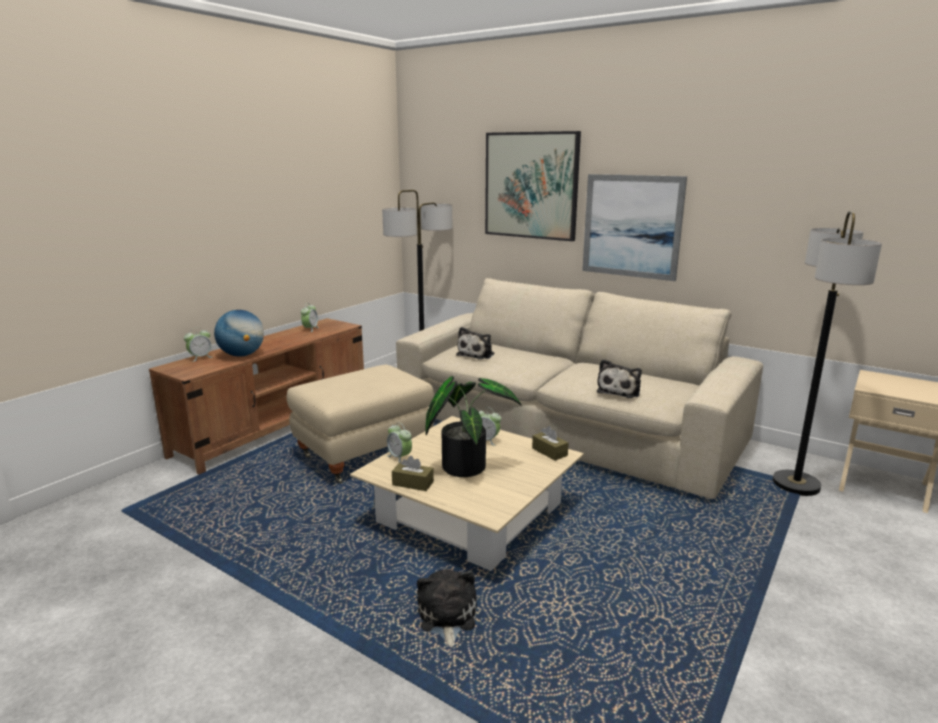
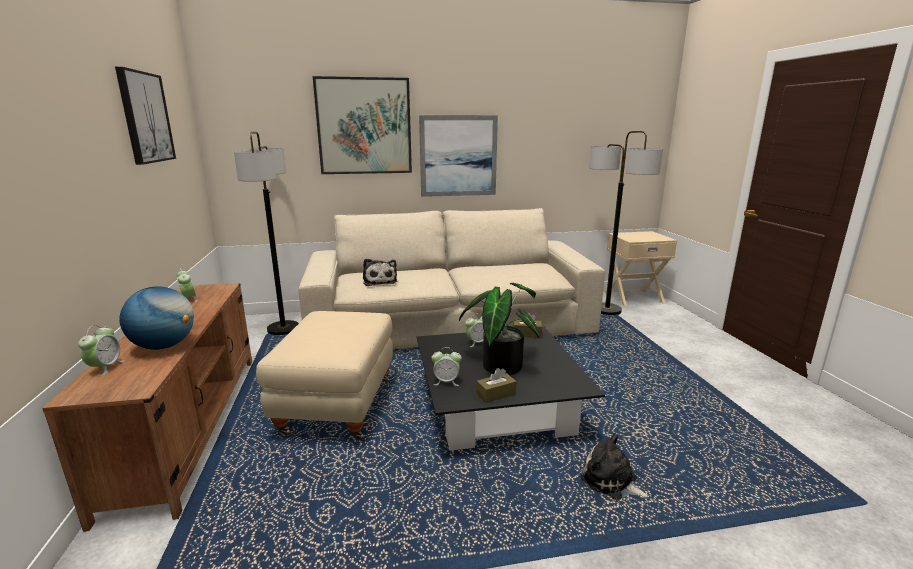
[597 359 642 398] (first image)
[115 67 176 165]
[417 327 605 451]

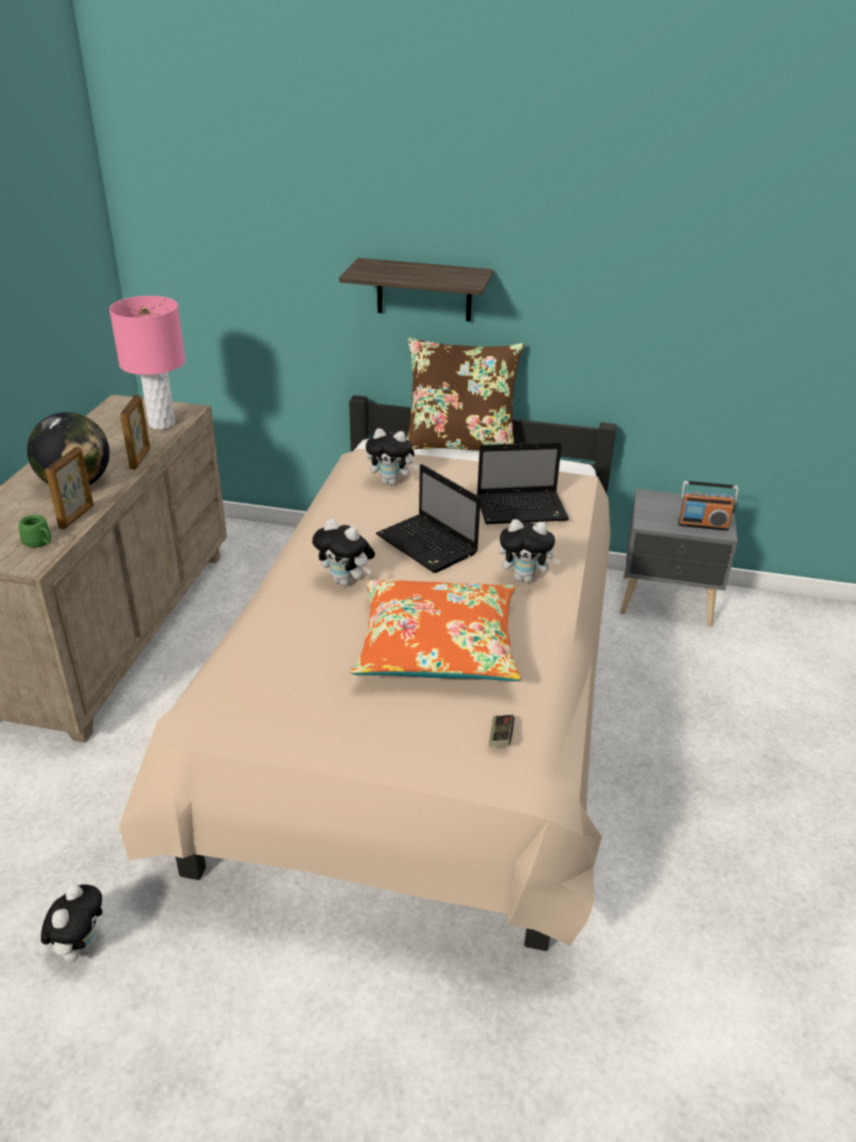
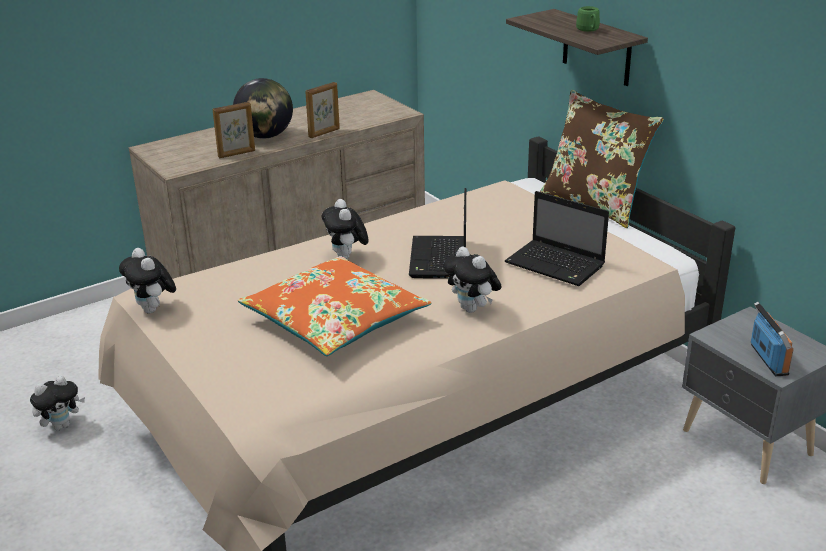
[109 296 185 430] (first image)
[489 714 515 747] (first image)
[576 6 600 32]
[119 248 176 313]
[751 302 794 376]

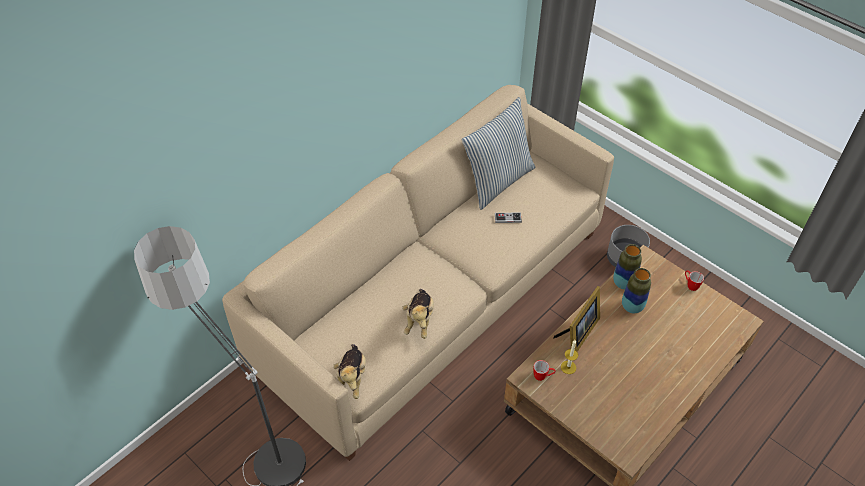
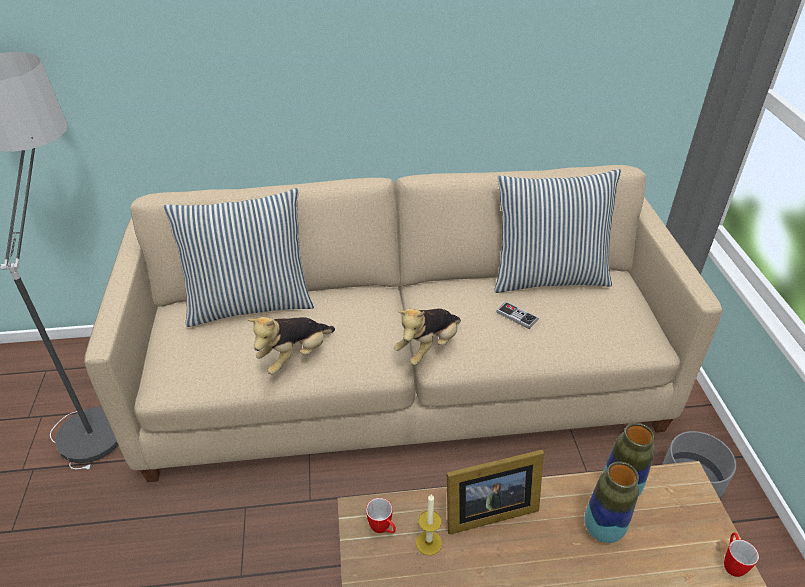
[163 188 314 327]
[394 308 461 366]

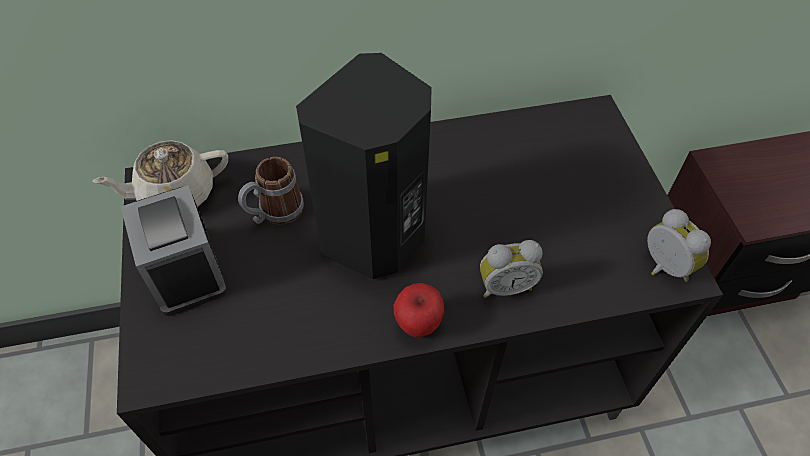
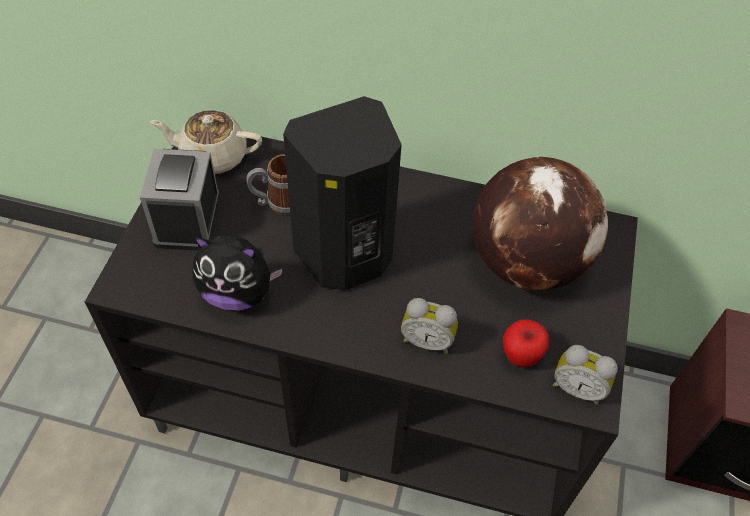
[193 235 283 311]
[472 157 608 291]
[503 320 549 367]
[553 345 618 405]

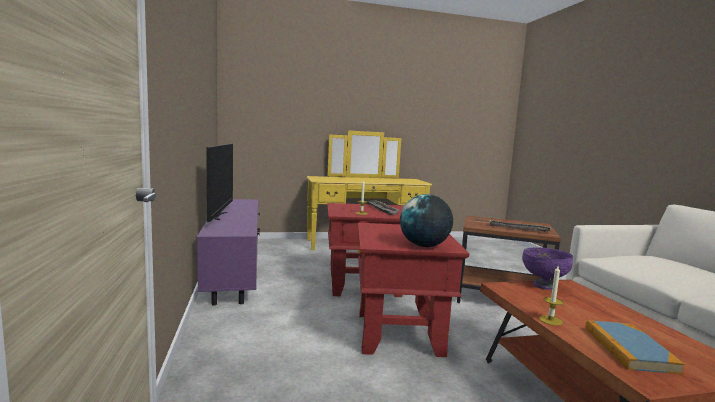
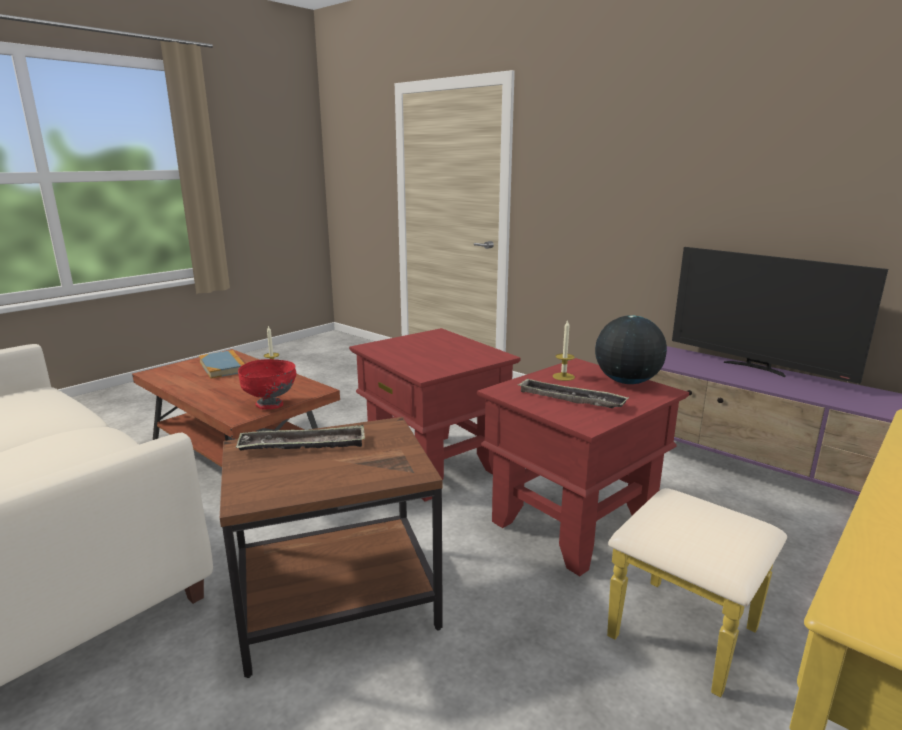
[595 315 667 384]
[238 359 296 409]

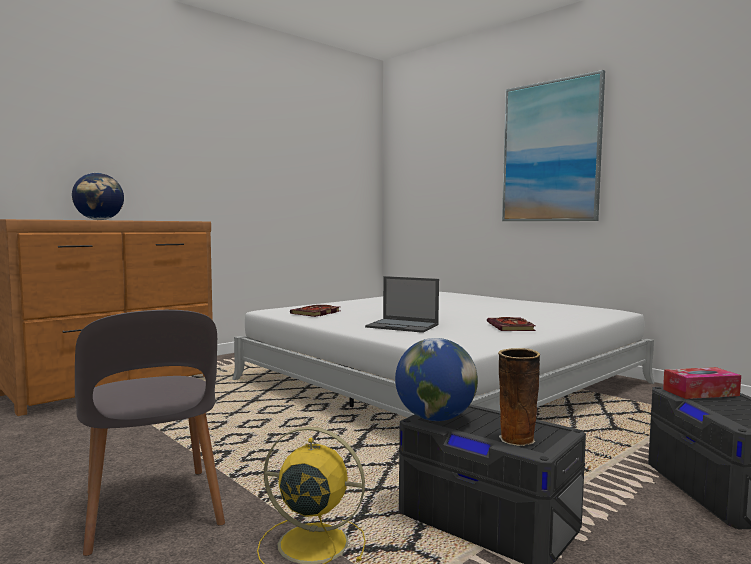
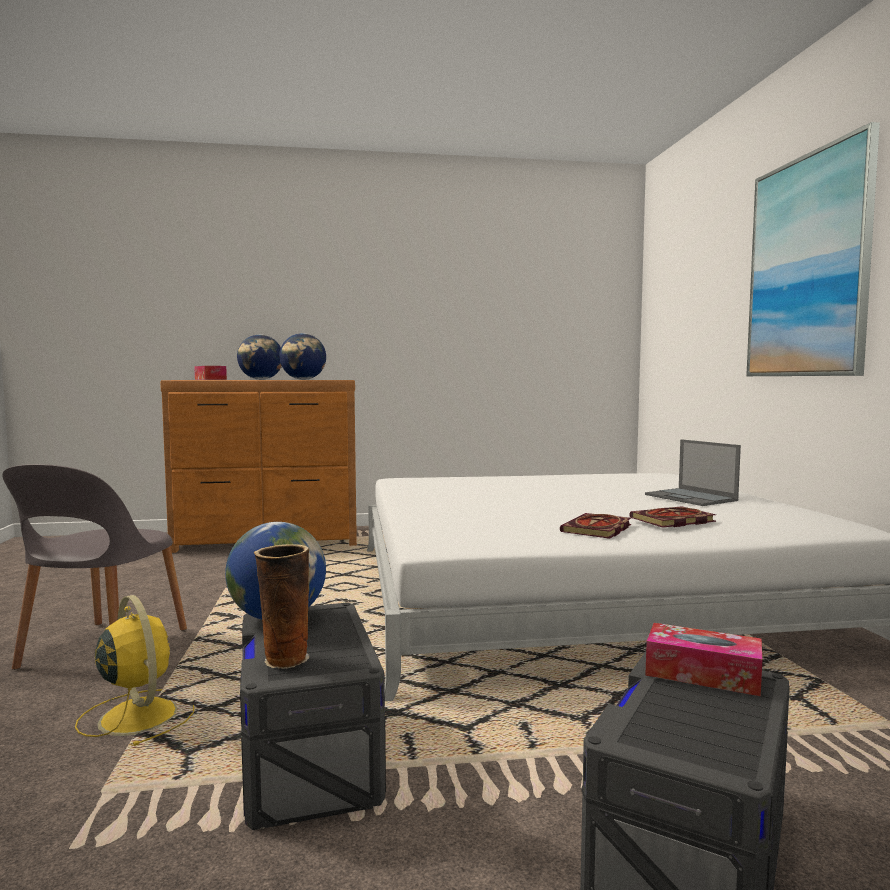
[194 366 227 380]
[279 333 326 380]
[629 506 716 528]
[645 439 741 506]

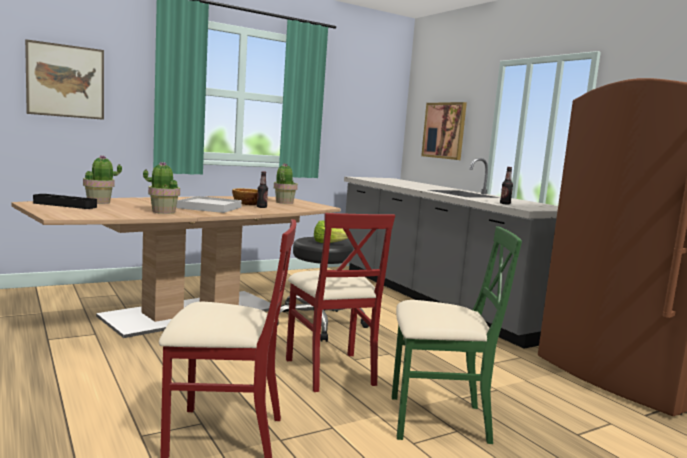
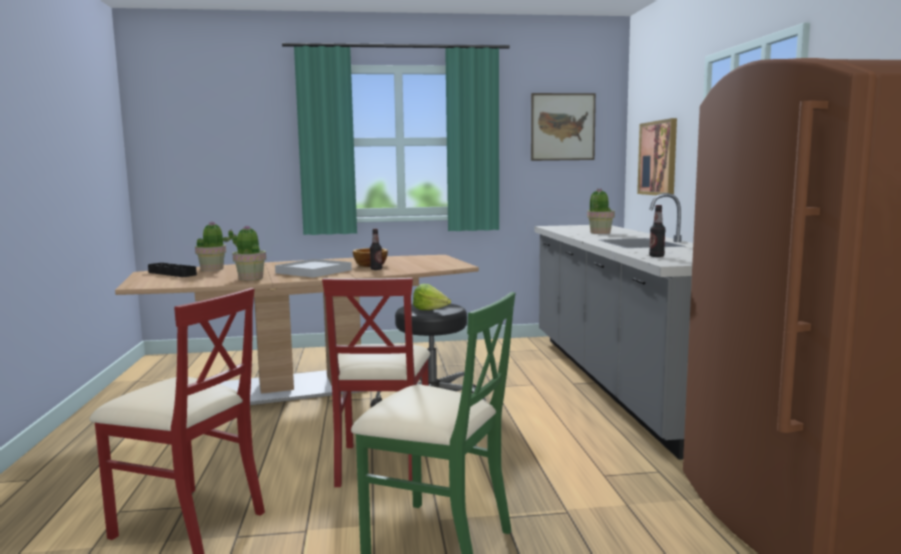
[531 93 596 161]
[587 188 615 234]

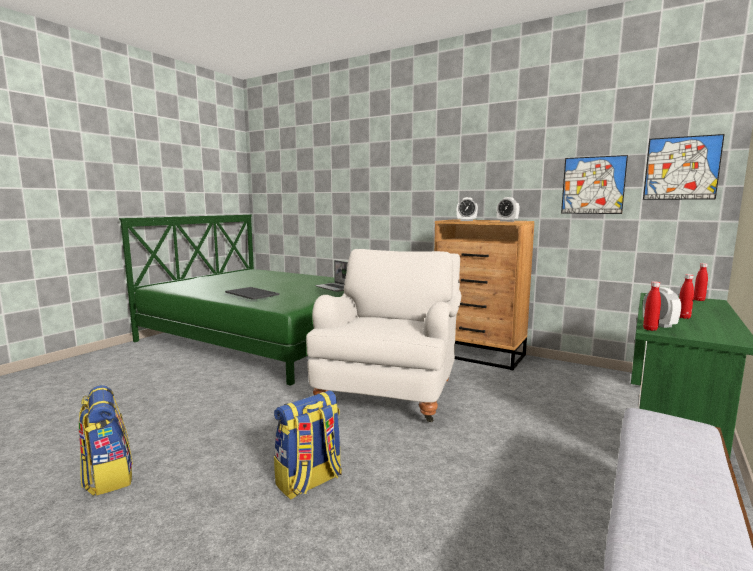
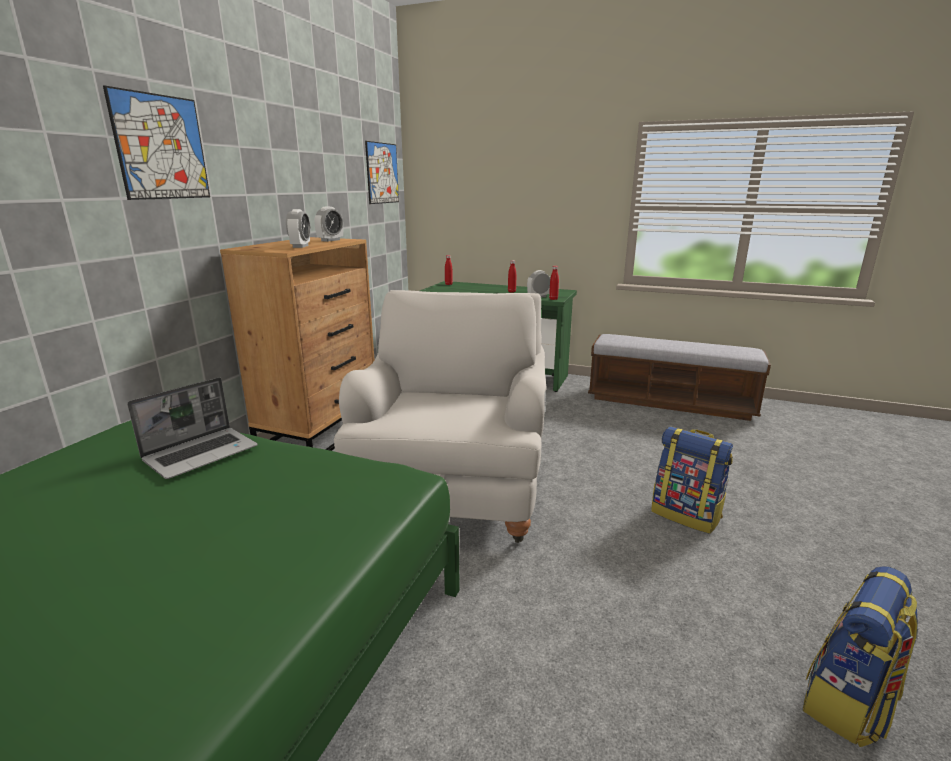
[225 287 279 300] (first image)
[103 85 210 200]
[334 290 547 543]

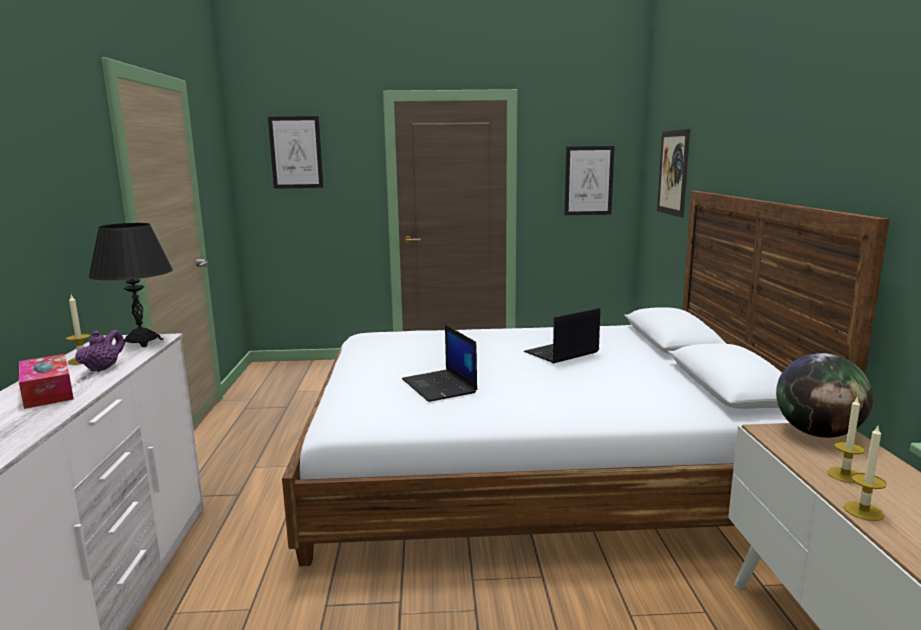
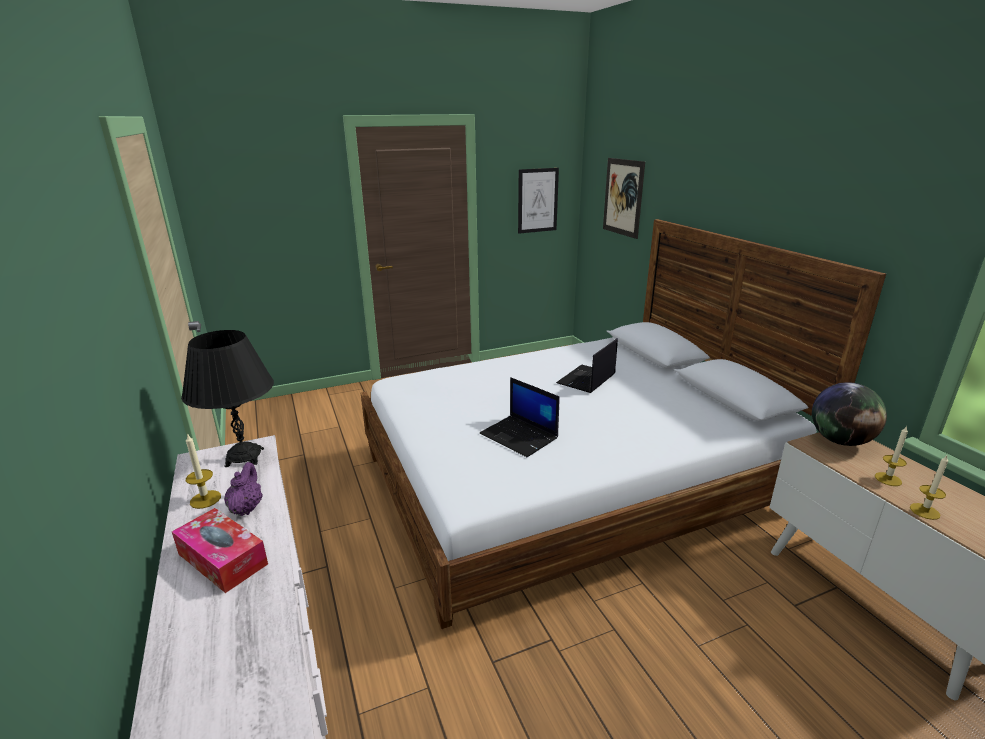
[268 116 323 189] (first image)

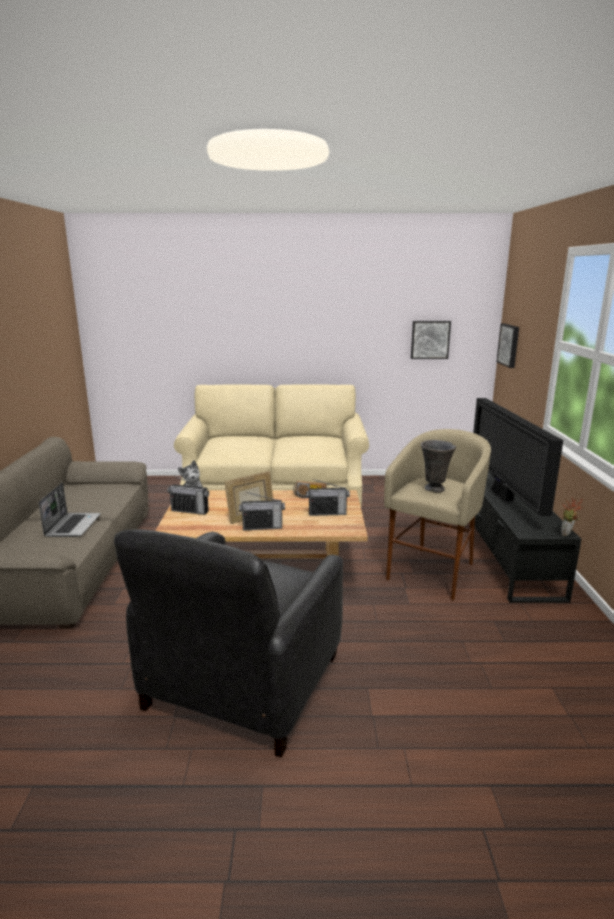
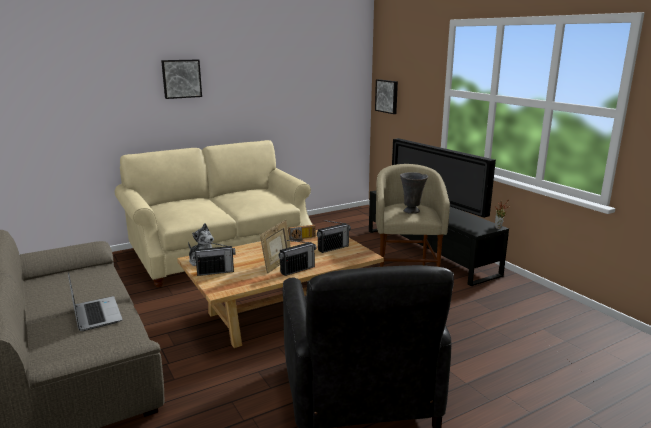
[161 59 202 99]

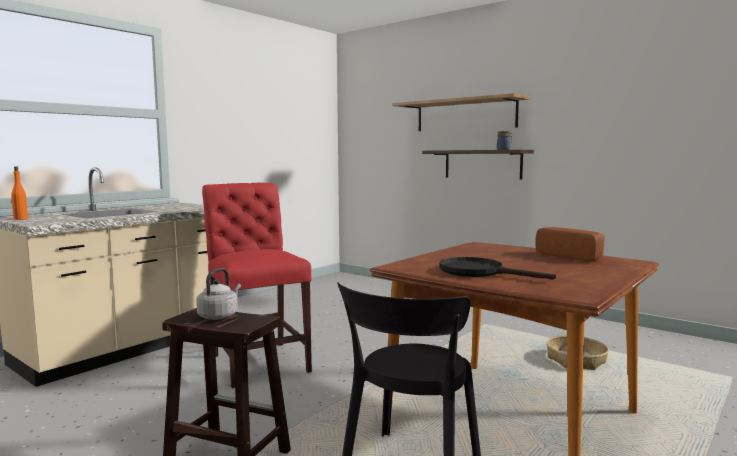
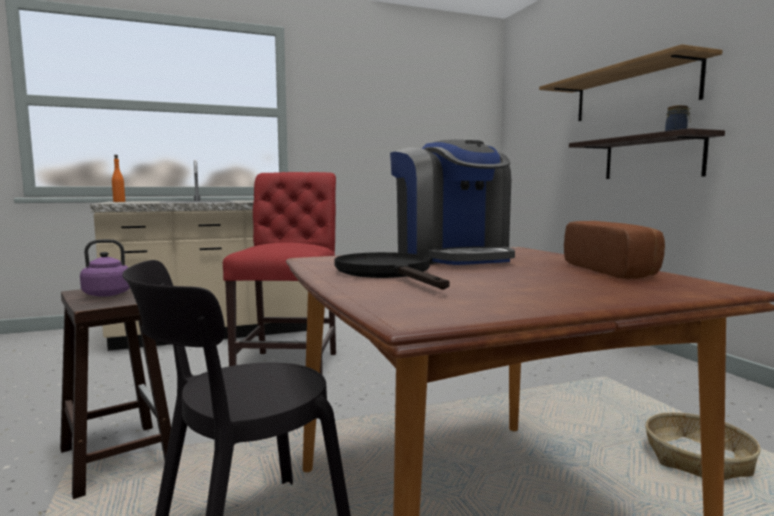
[390 139 515 265]
[80 239 130 297]

